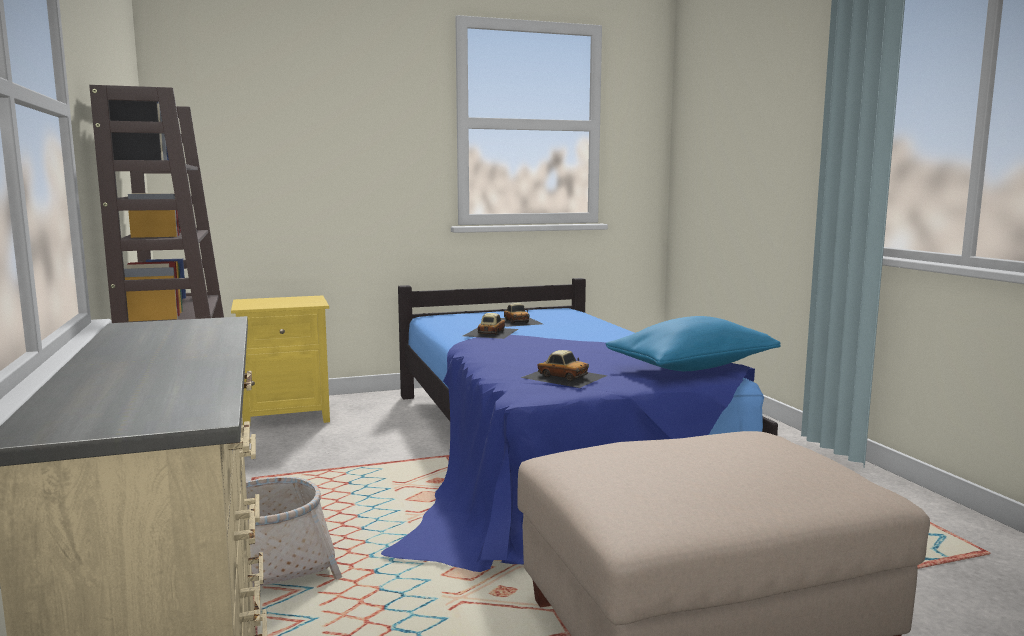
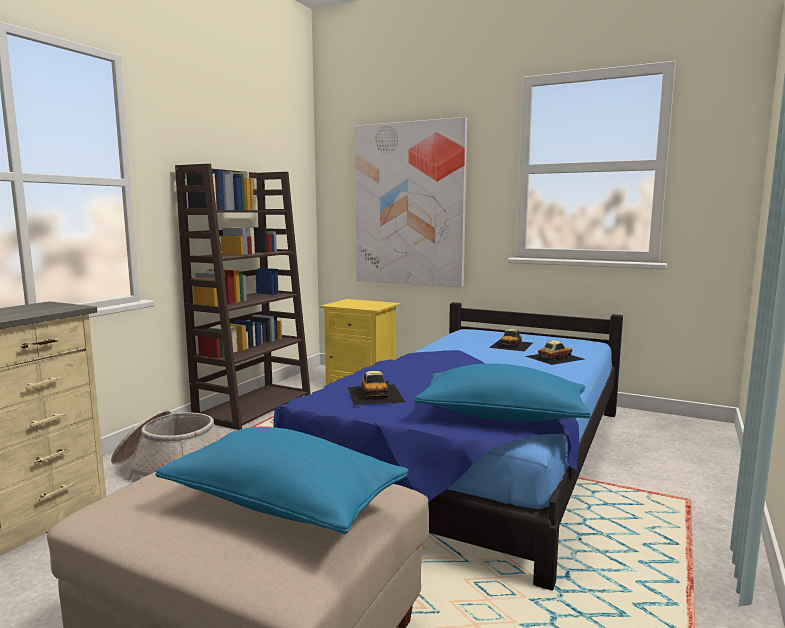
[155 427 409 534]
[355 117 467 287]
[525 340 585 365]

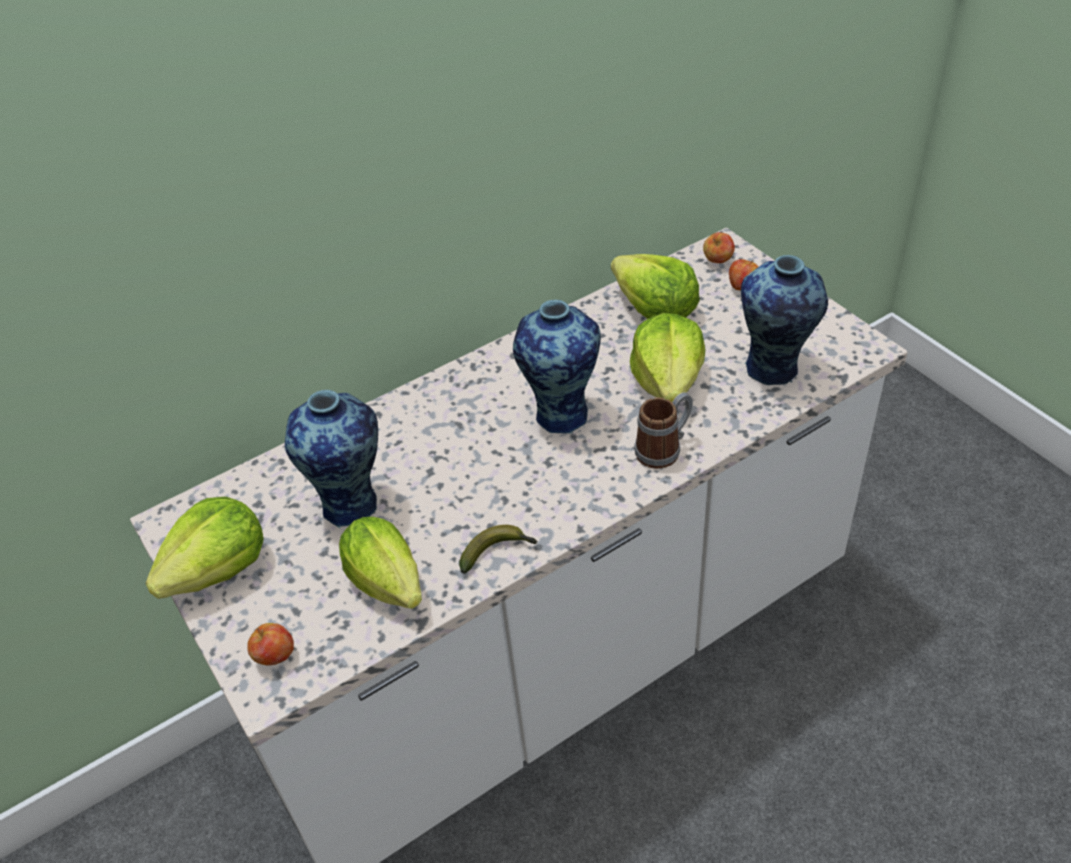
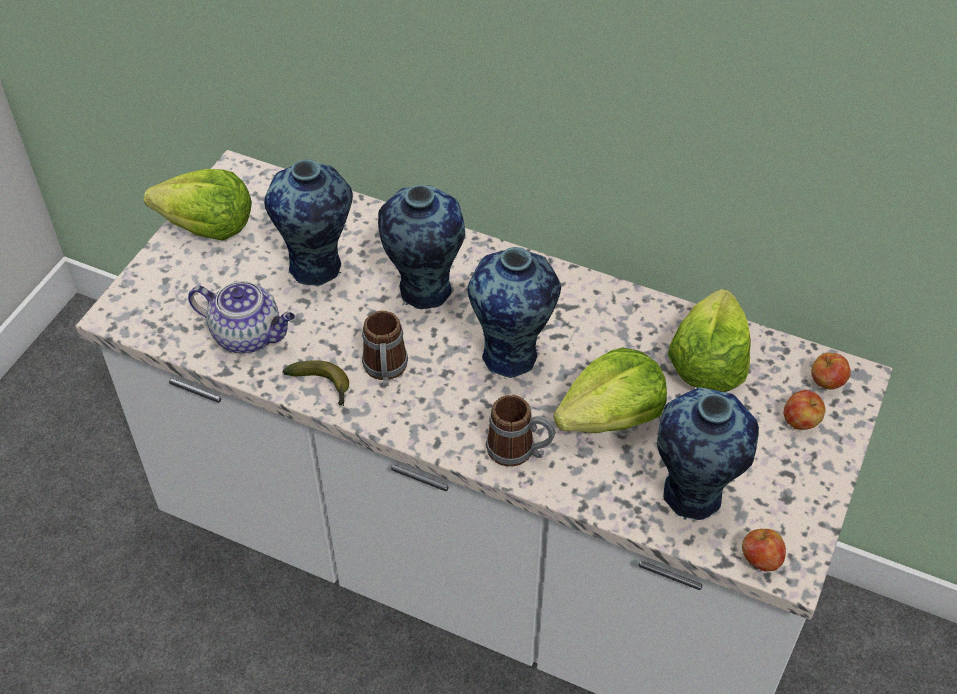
[362 311 408 386]
[378 185 465 309]
[742 529 786 571]
[188 281 295 353]

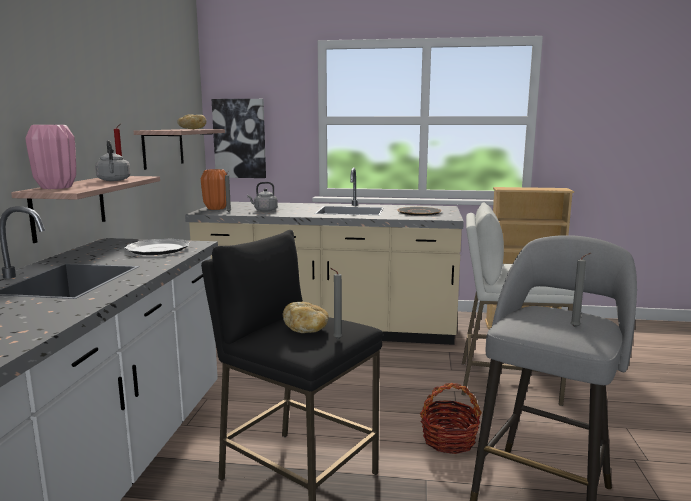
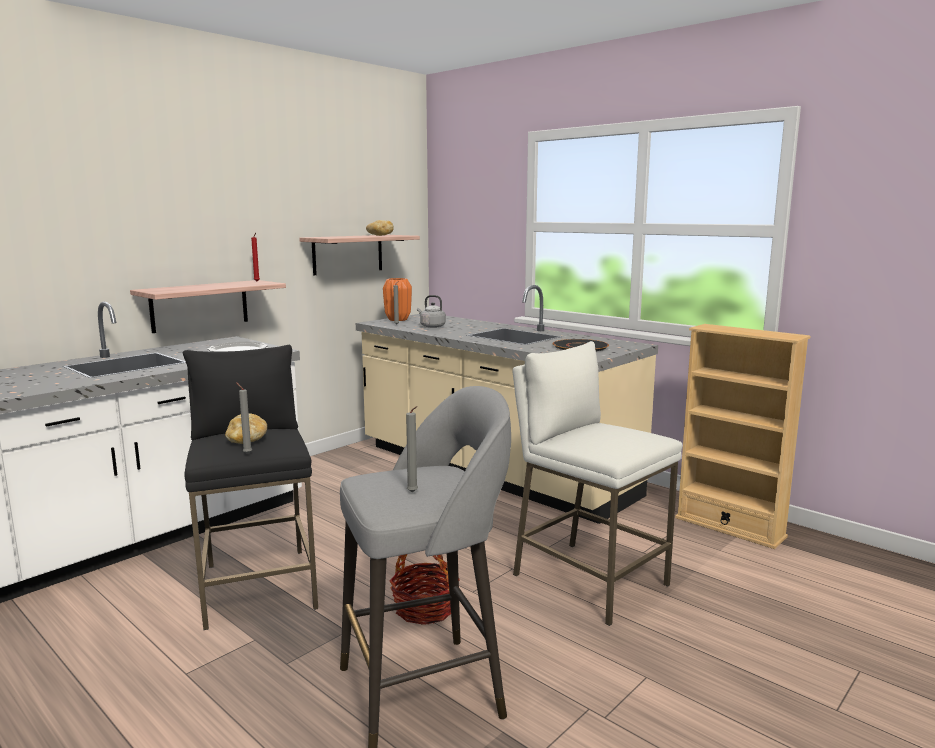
[25 125 76 189] (first image)
[95 140 131 181] (first image)
[212 99 266 178] (first image)

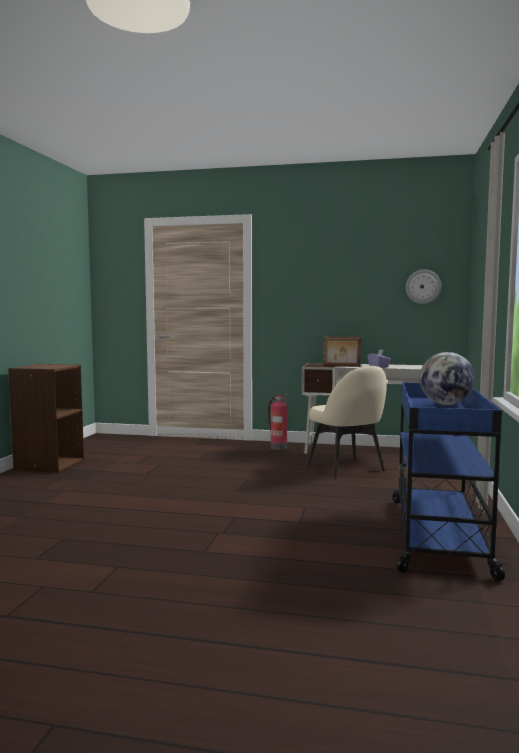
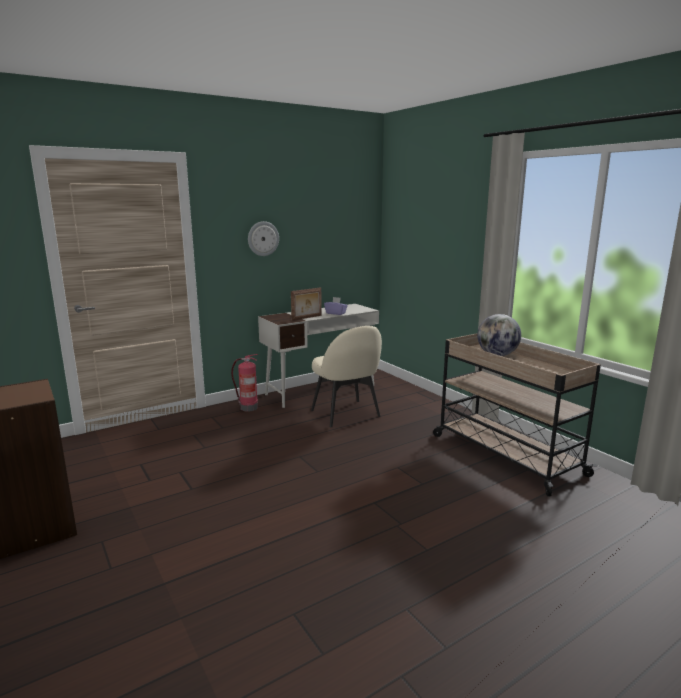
[248 221 279 256]
[433 333 601 496]
[311 326 382 427]

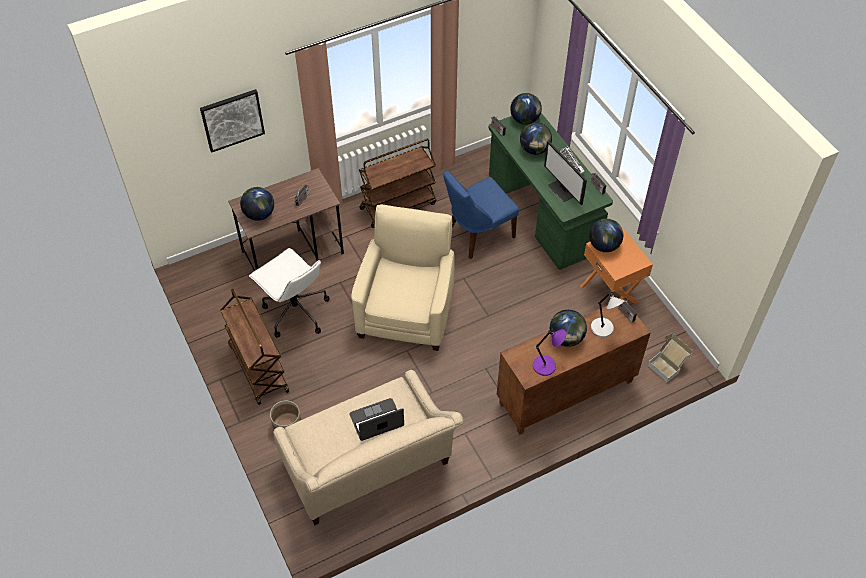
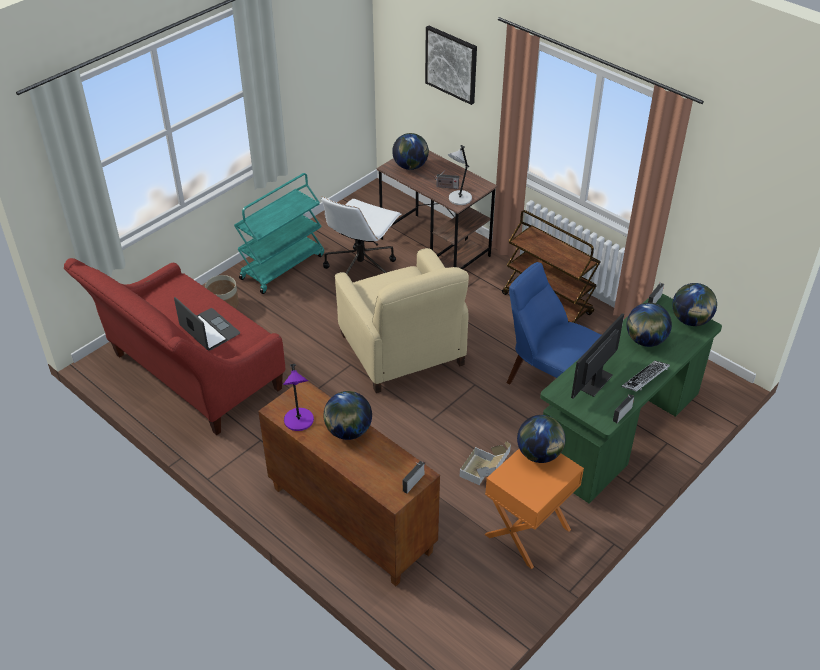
[448 145 472 205]
[460 441 511 485]
[234 173 324 294]
[64 258 285 435]
[335 248 469 393]

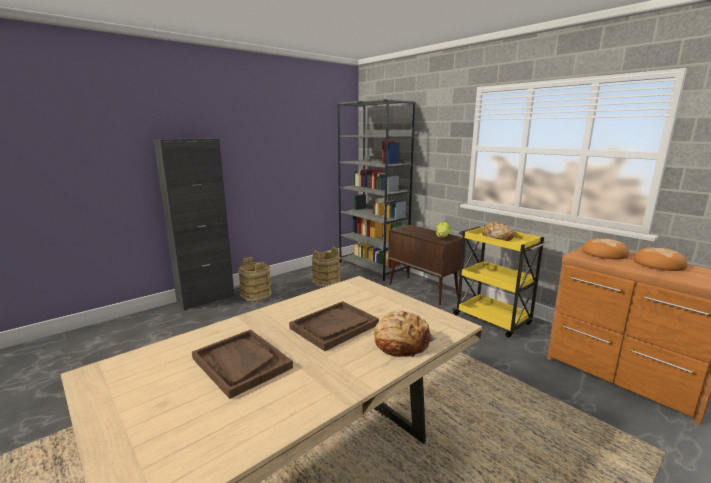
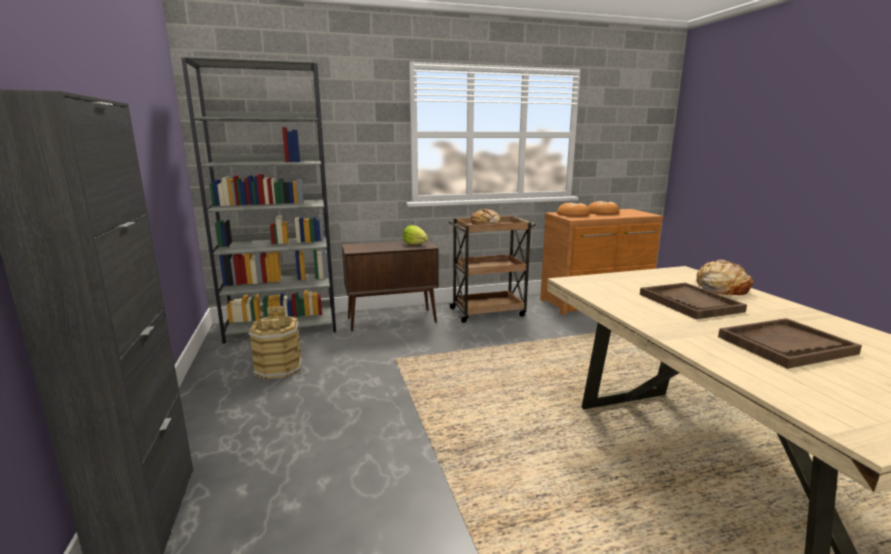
[238 257 272 302] (first image)
[448 216 535 323]

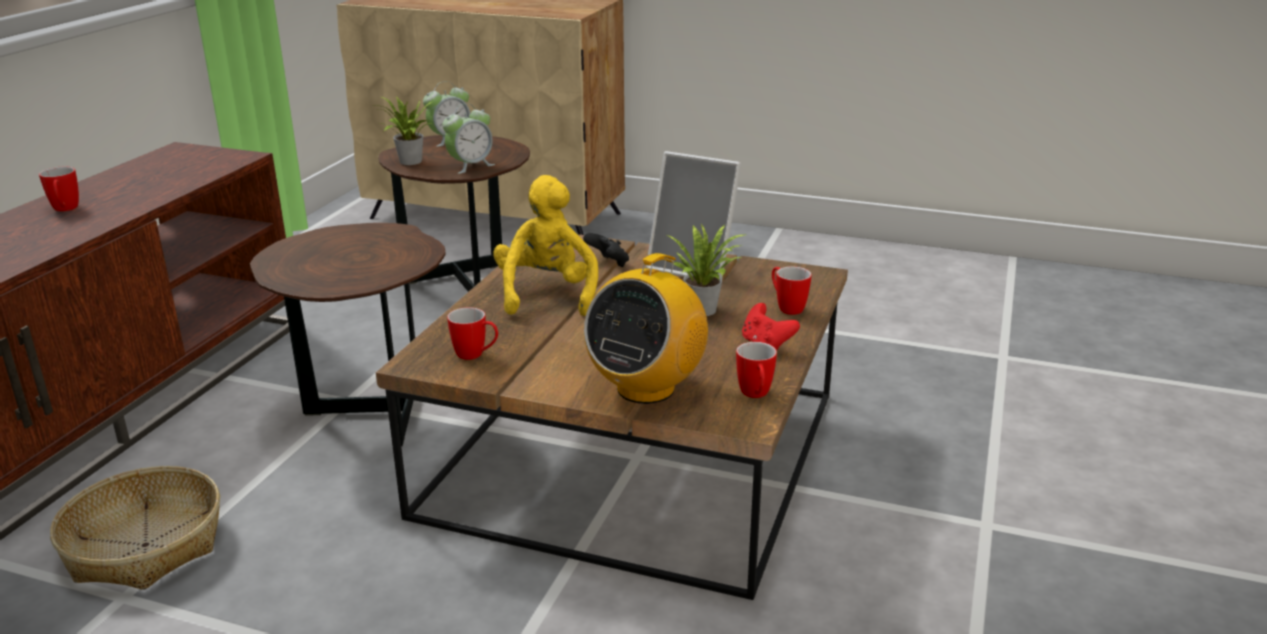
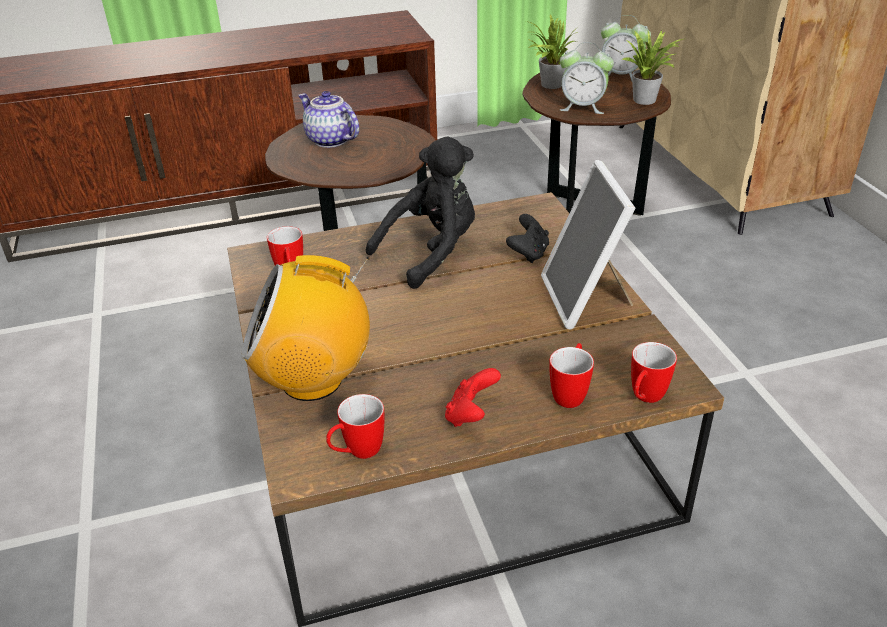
[50 466 220 590] (first image)
[298 91 359 148]
[631 342 677 403]
[622 30 683 105]
[366 136 475 289]

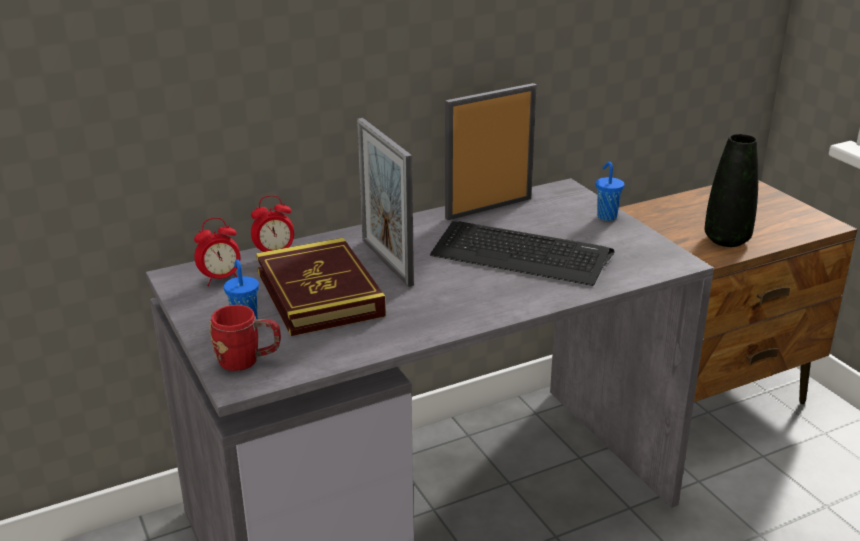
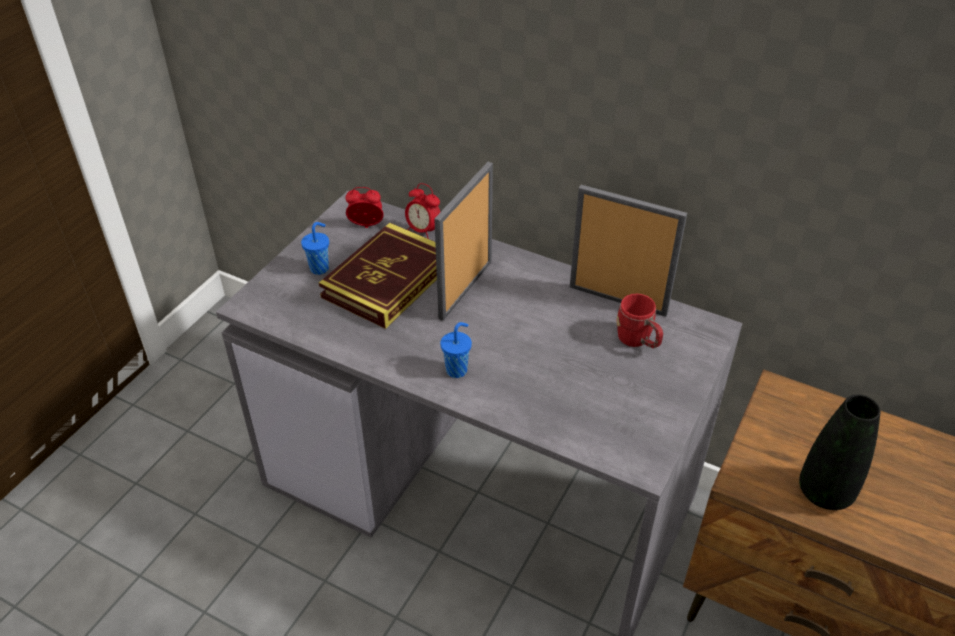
[430 221 614 286] (first image)
[617 294 663 348]
[440 322 472 378]
[345 187 384 228]

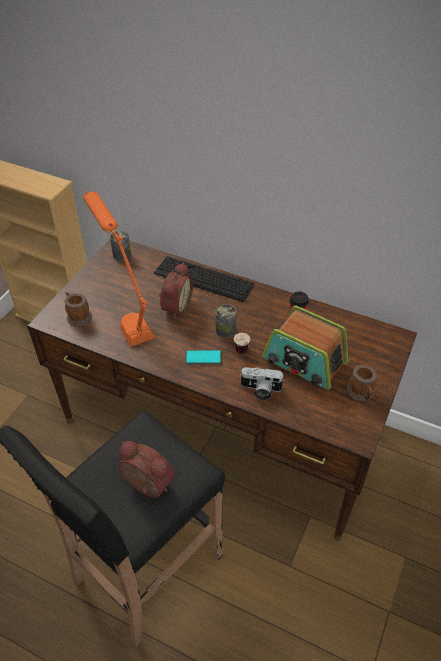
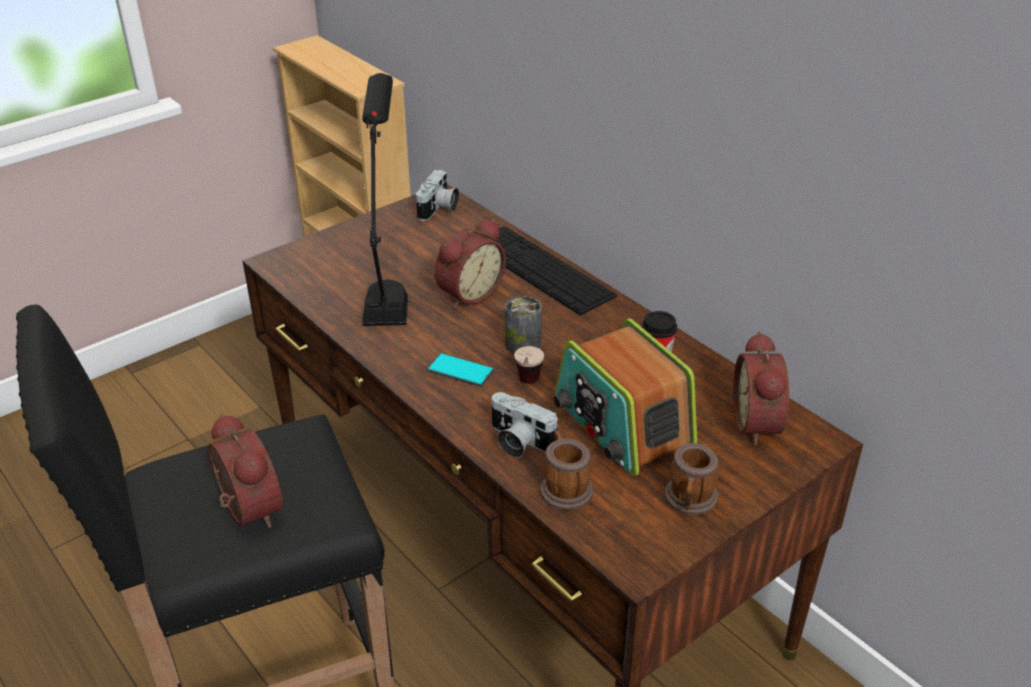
[733 331 789 446]
[540 431 593 510]
[416 170 459 221]
[362 73 408 326]

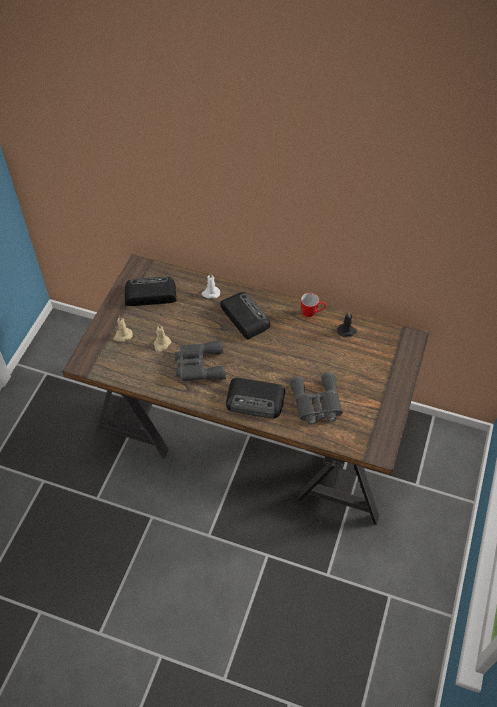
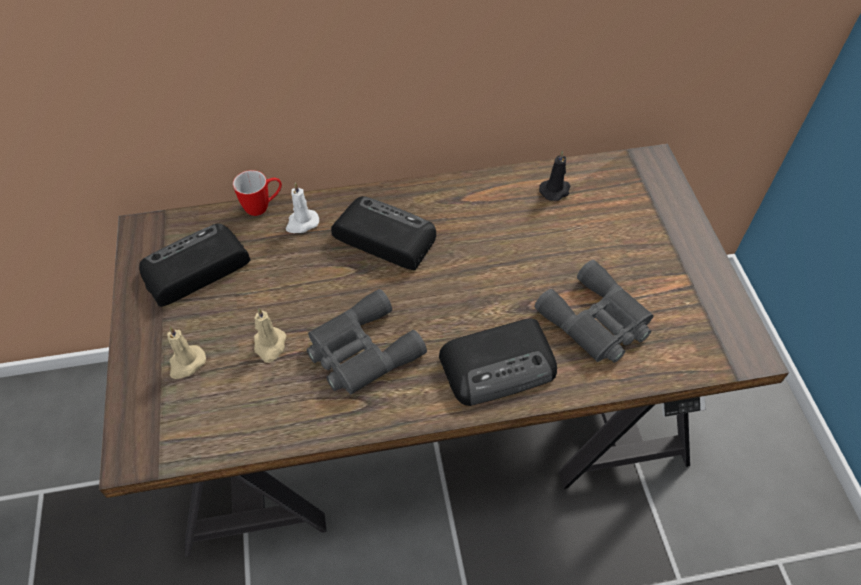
[233 170 282 216]

